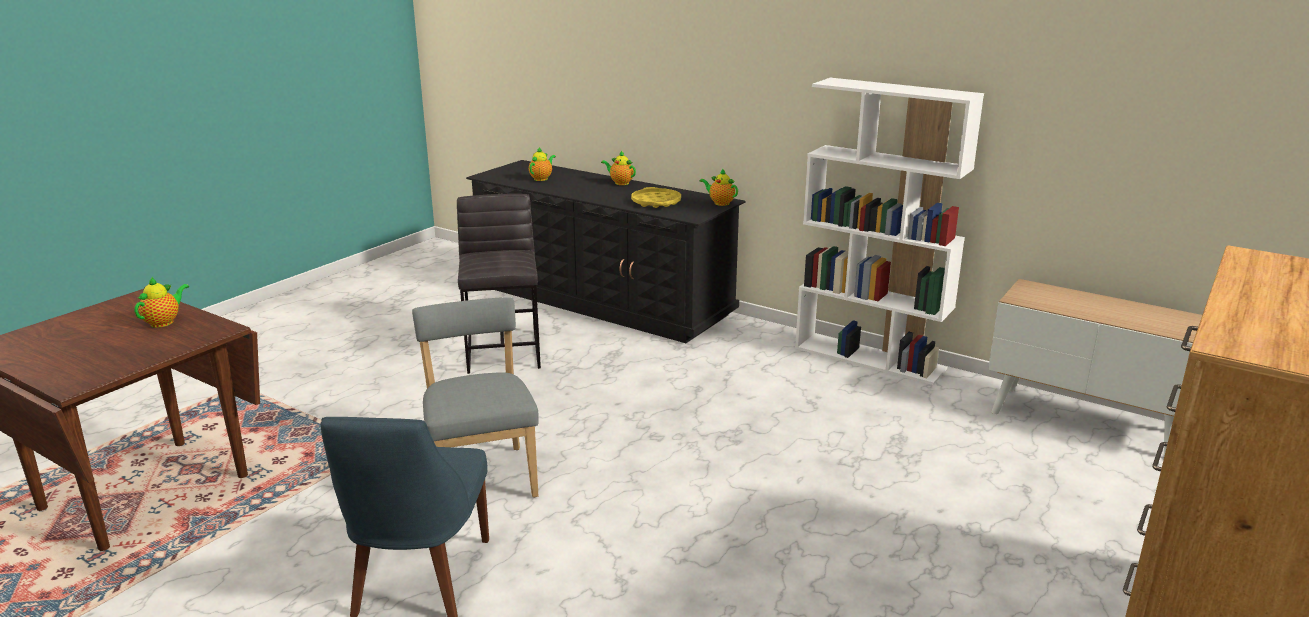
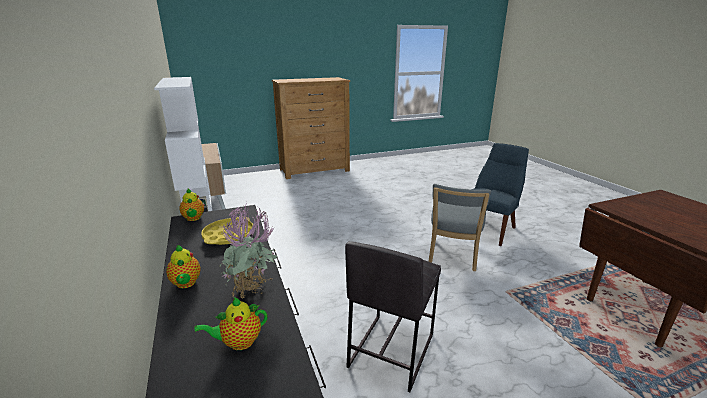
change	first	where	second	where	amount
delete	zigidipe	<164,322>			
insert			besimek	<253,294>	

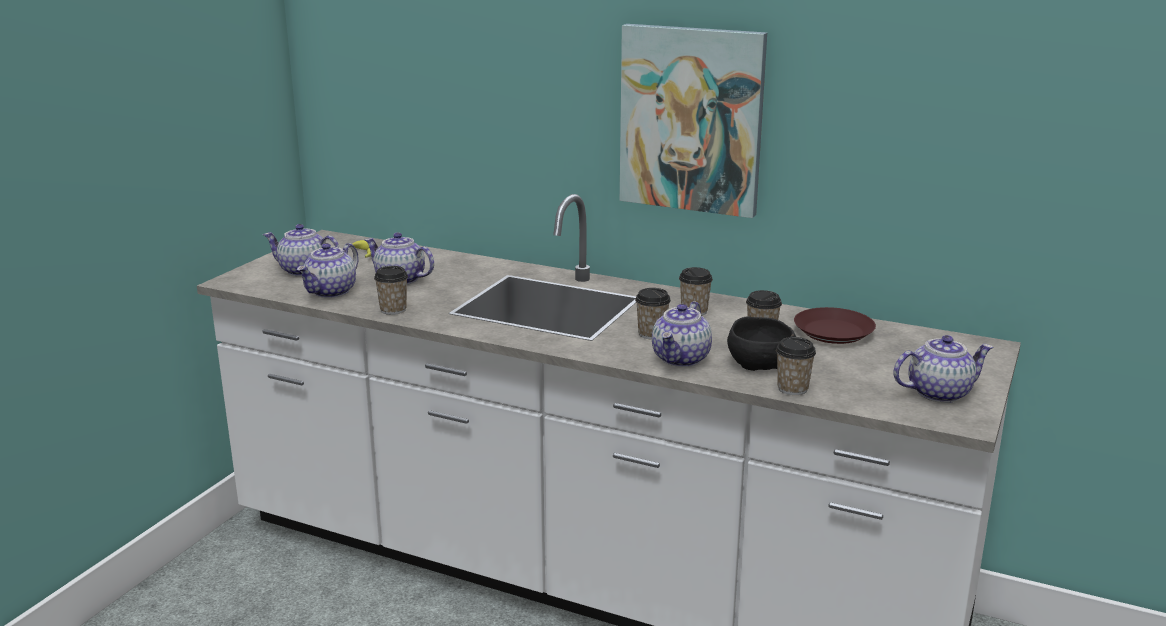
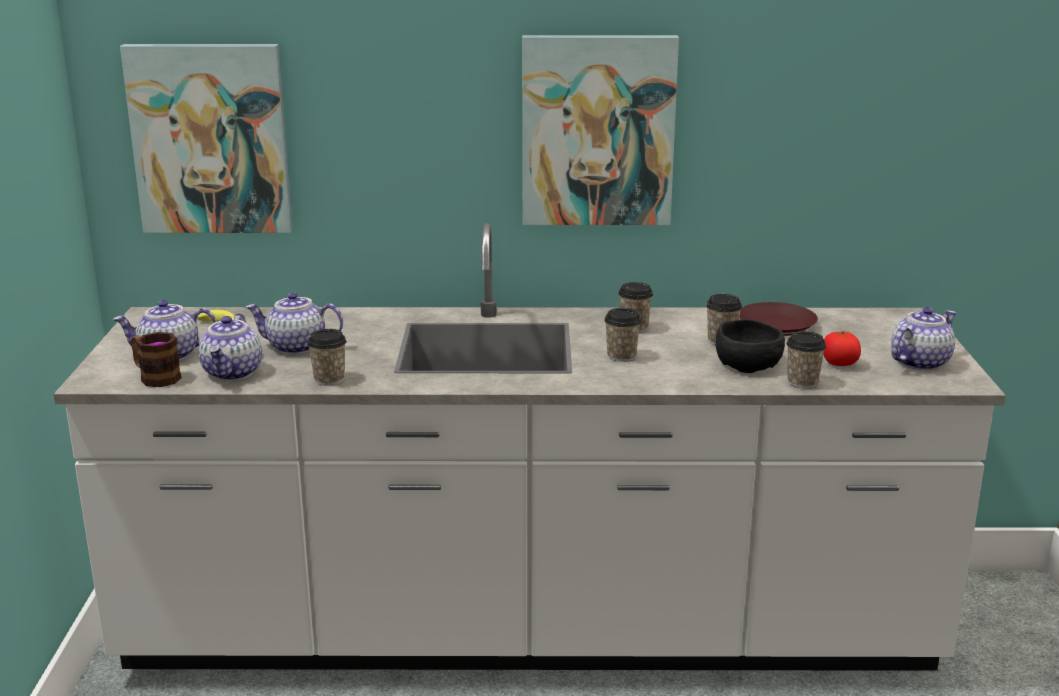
change	first	where	second	where	amount
delete	zigidipe	<681,359>			
insert			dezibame	<210,139>	
insert			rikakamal	<155,377>	
insert			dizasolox	<839,364>	

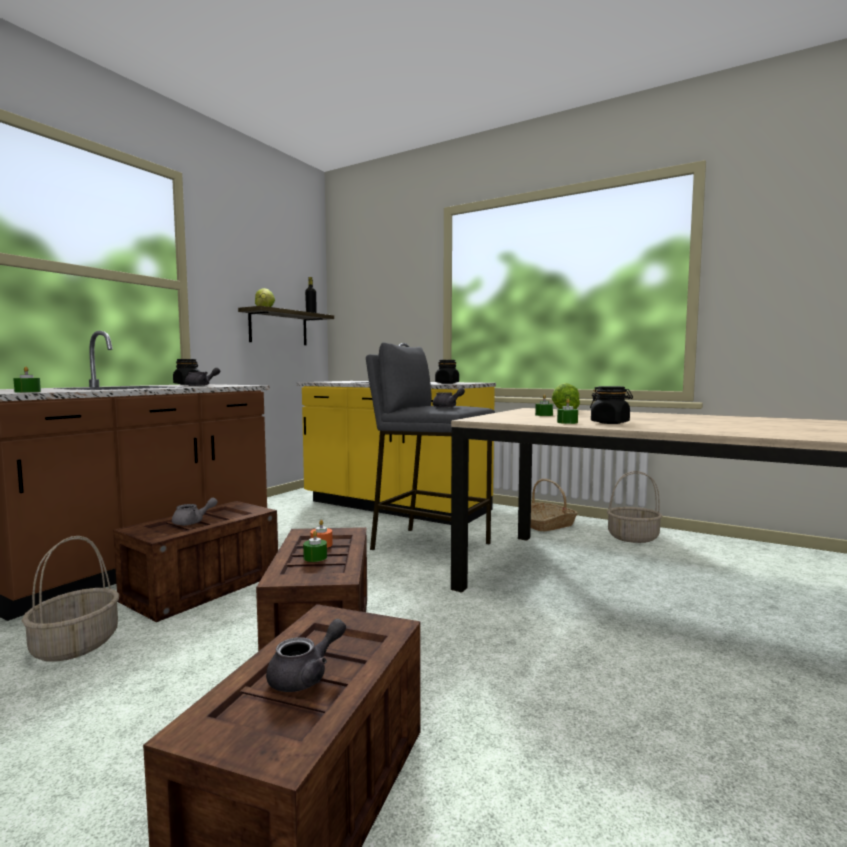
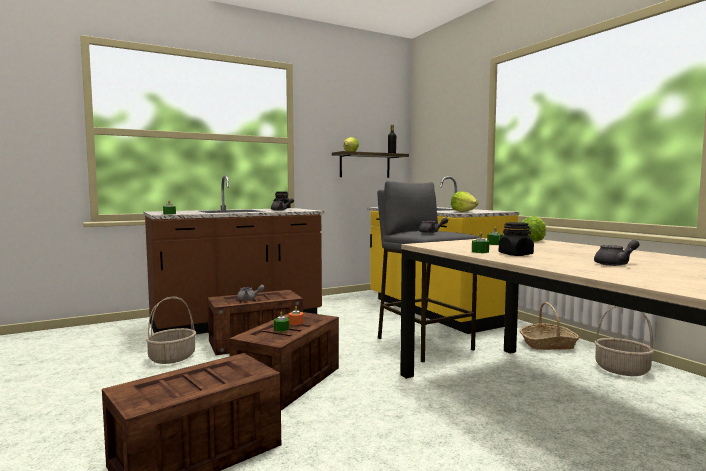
change	first	where	second	where	amount
move	grey_zigidipe	<306,676>		<616,264>	
replace	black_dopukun	<447,383>	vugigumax	<463,212>	

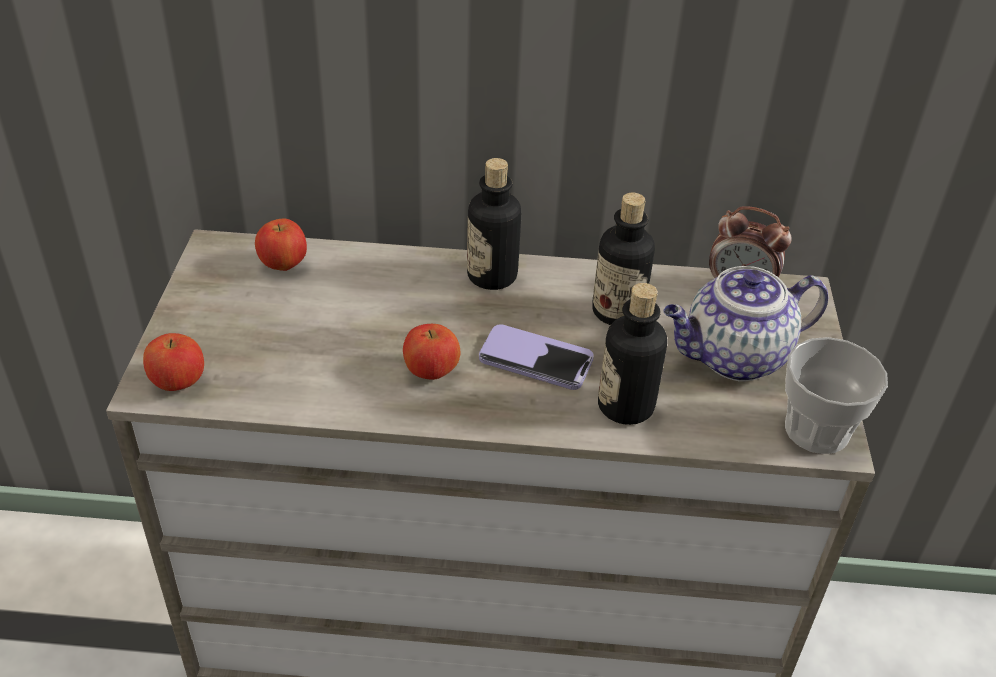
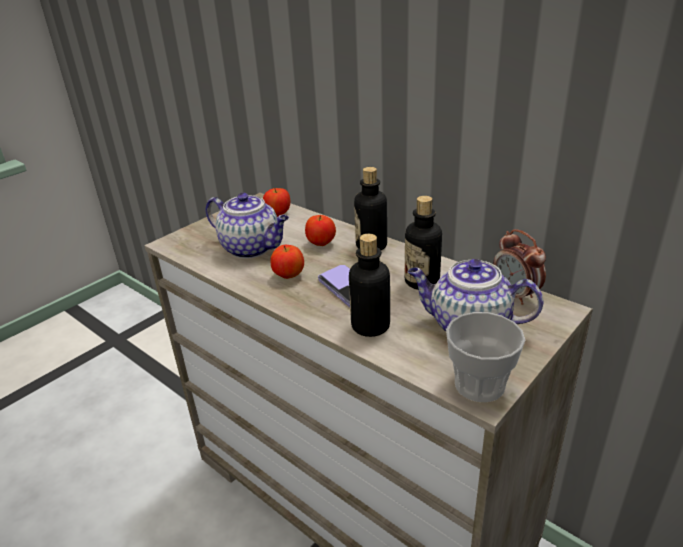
change	first	where	second	where	amount
move	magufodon	<178,383>		<321,244>	
insert			zigidipe	<252,248>	

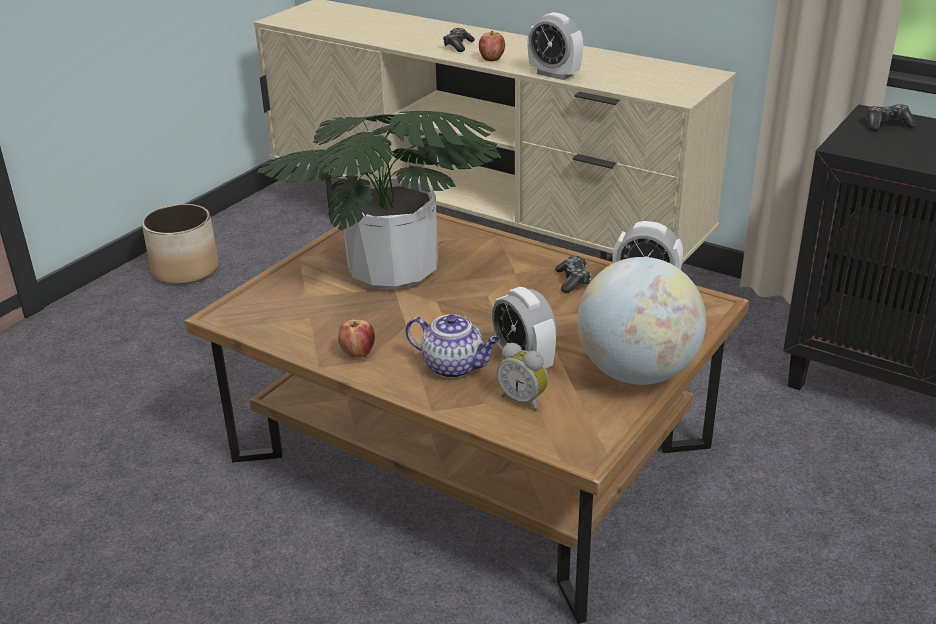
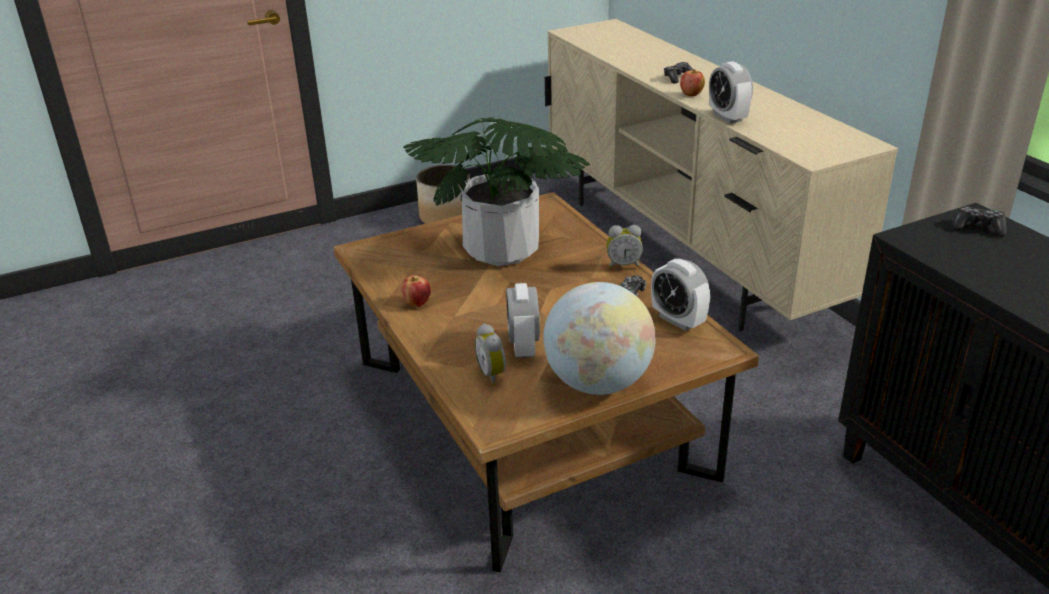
change	first	where	second	where	amount
delete	zigidipe	<454,366>			
insert			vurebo	<623,265>	

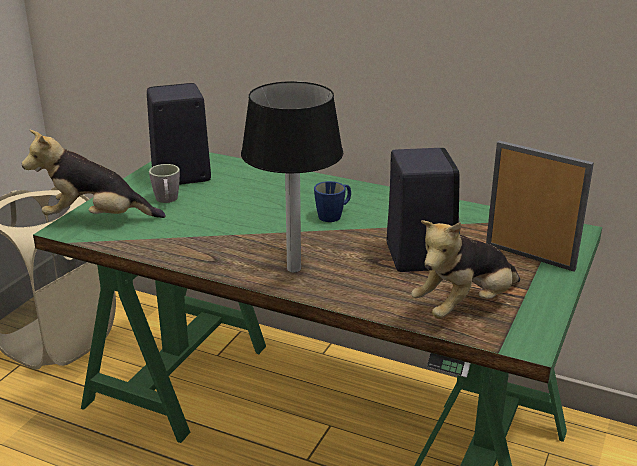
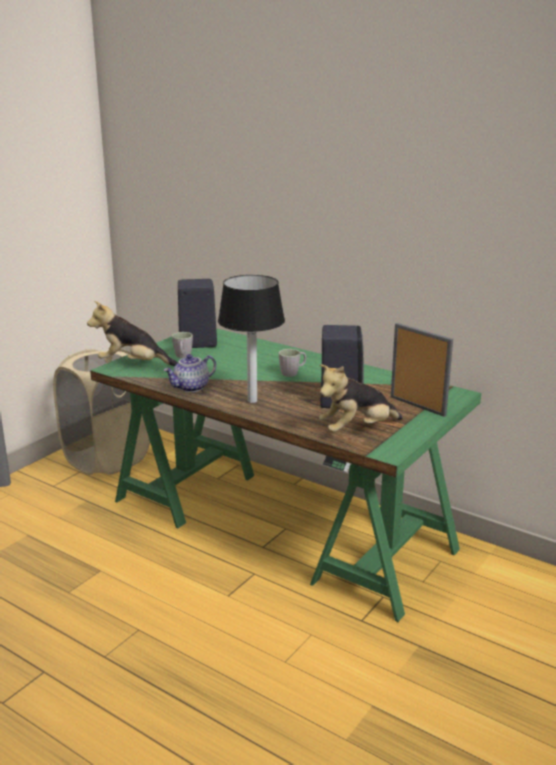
change	first	where	second	where	amount
recolor	blue_rikakamal	<334,215>	grey_rikakamal	<292,372>	
insert			zigidipe	<191,388>	

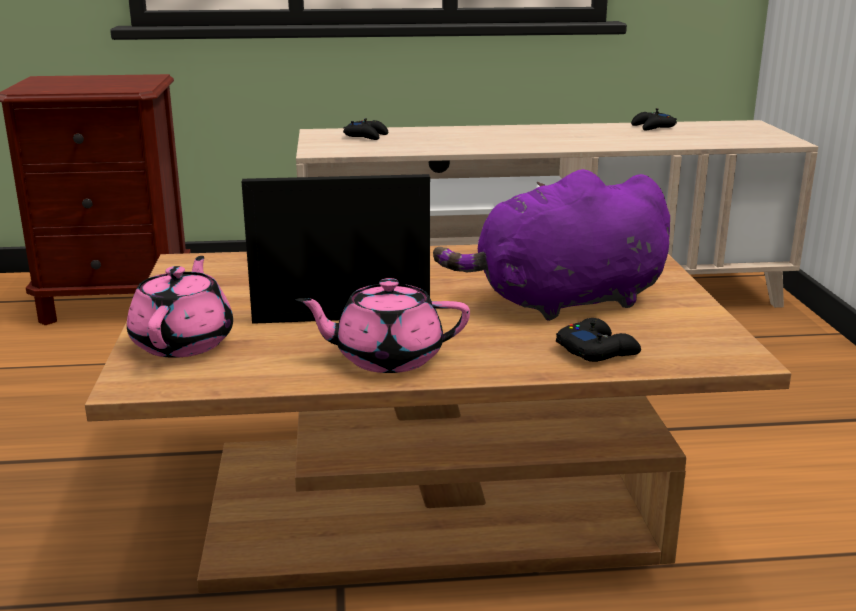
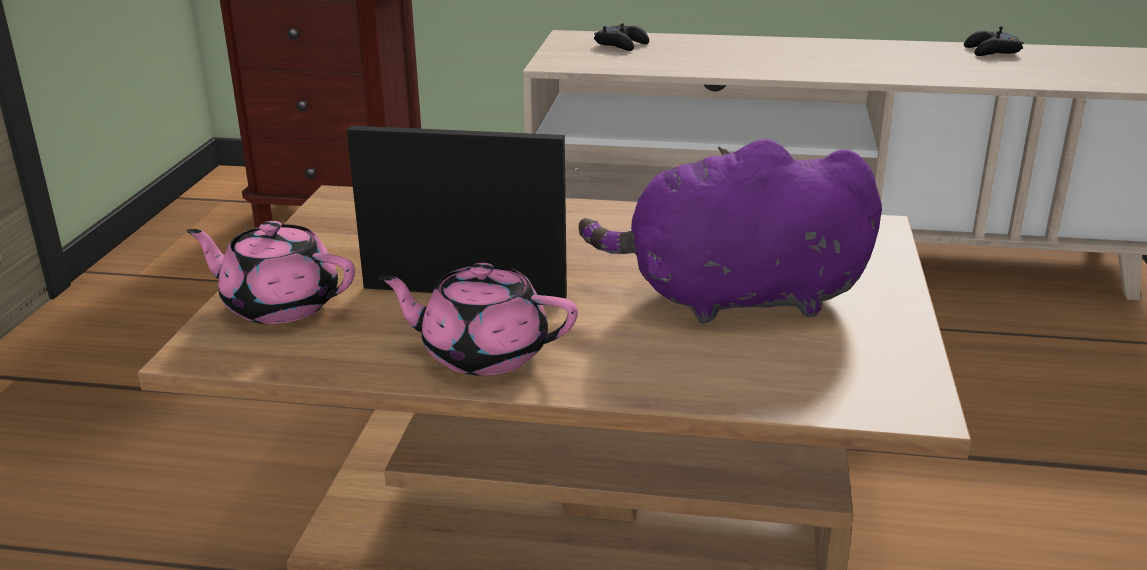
change	first	where	second	where	amount
rotate	pink_zigidipe	<184,342>		<279,305>	90 degrees counterclockwise
delete	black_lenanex	<597,350>			

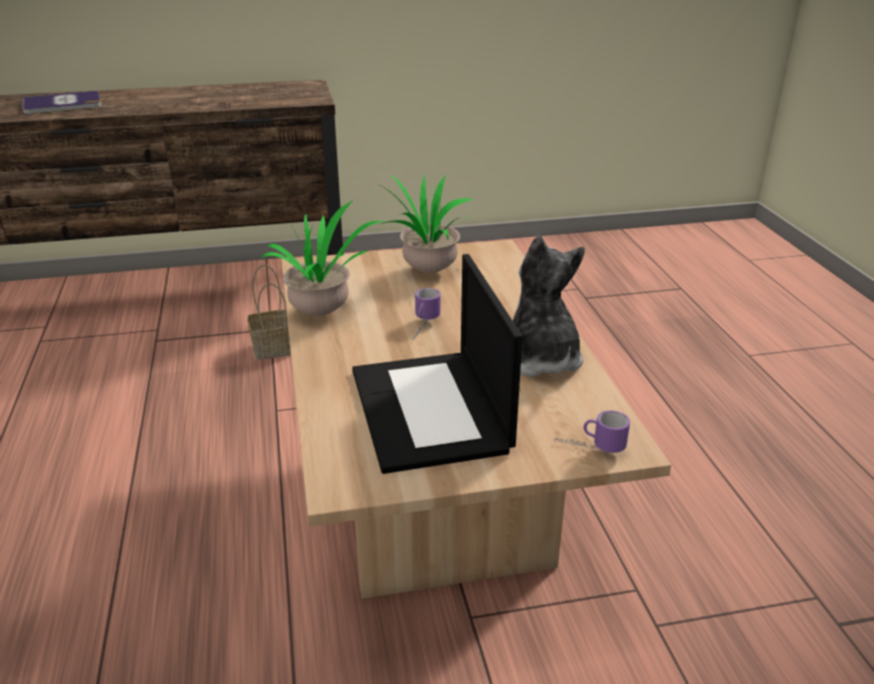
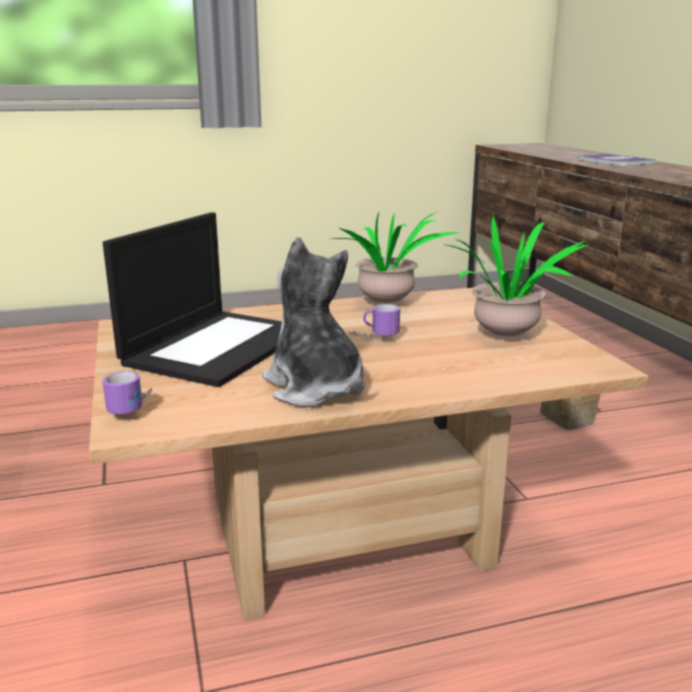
change	first	where	second	where	amount
rotate	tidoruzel	<431,411>		<218,346>	135 degrees clockwise
rotate	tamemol	<540,358>		<315,388>	105 degrees counterclockwise

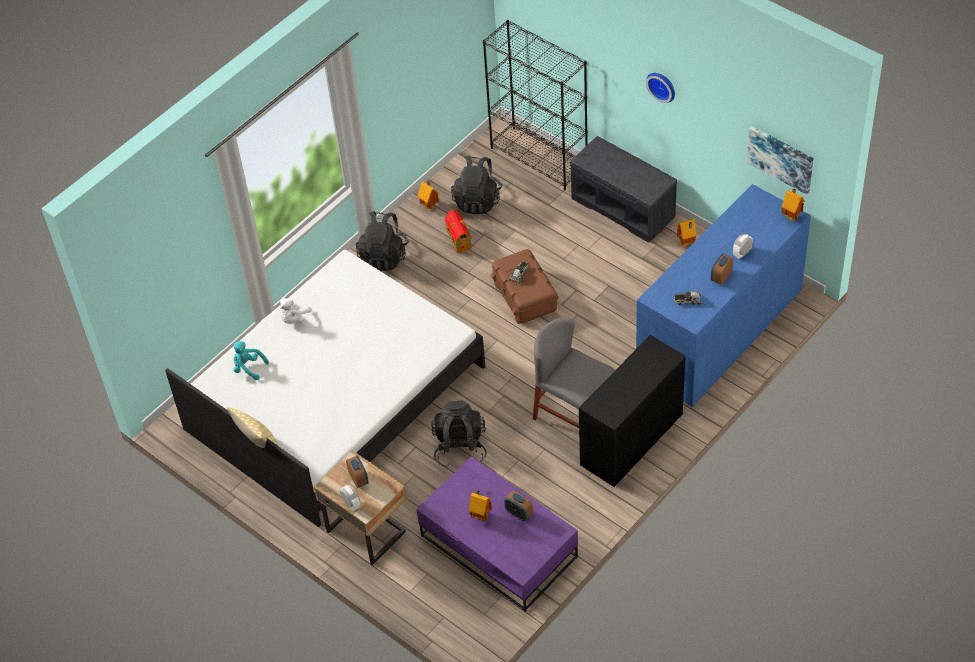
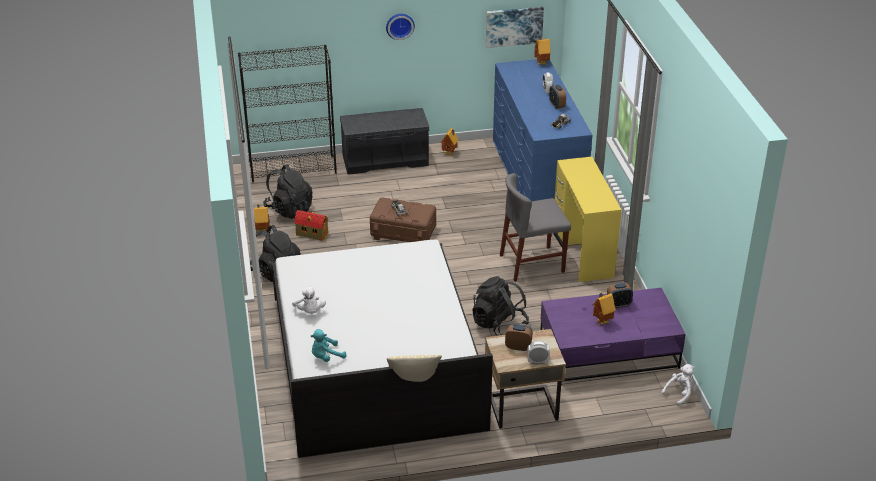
change	first	where	second	where	amount
recolor	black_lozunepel	<632,439>	yellow_lozunepel	<583,251>	
insert			white_tamemol	<679,393>	

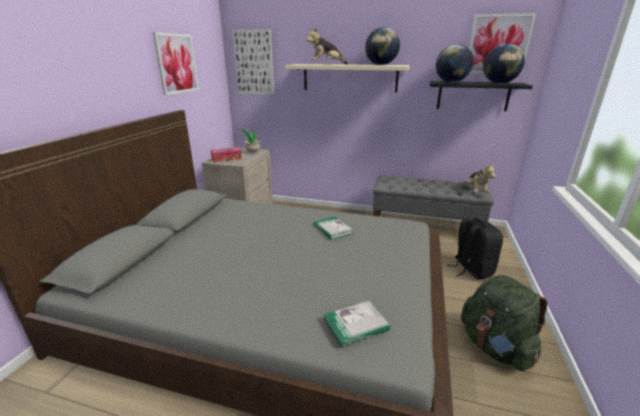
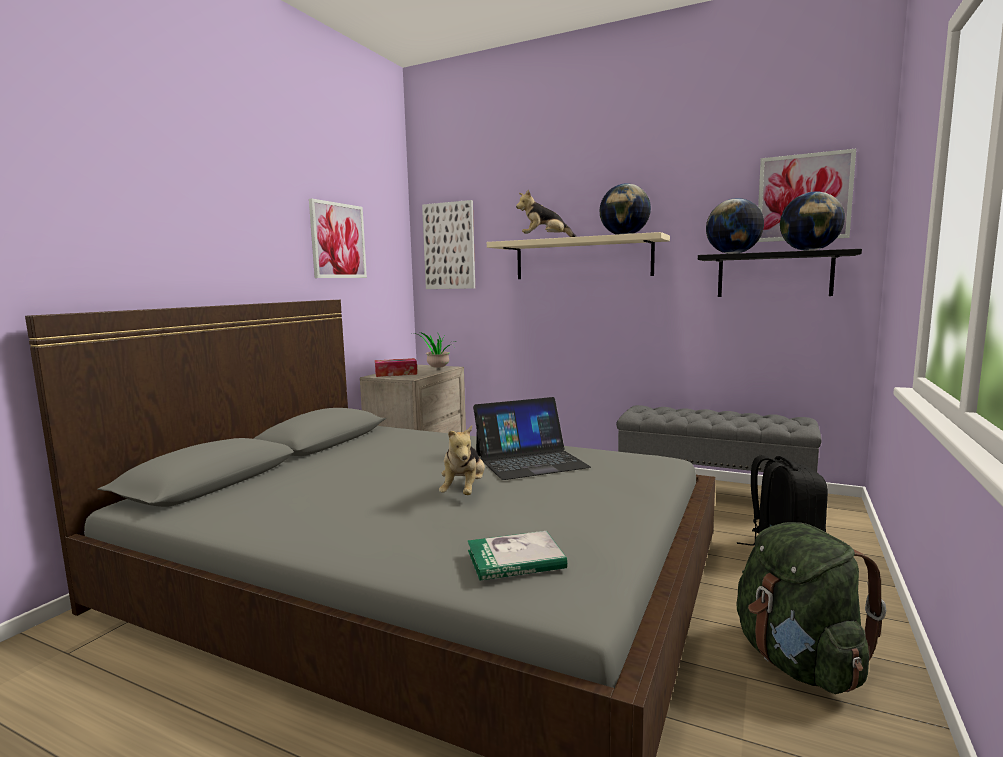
change	first	where	second	where	amount
replace	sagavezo	<332,229>	tidoruzel	<530,461>	
move	tamemol	<475,191>		<464,492>	

